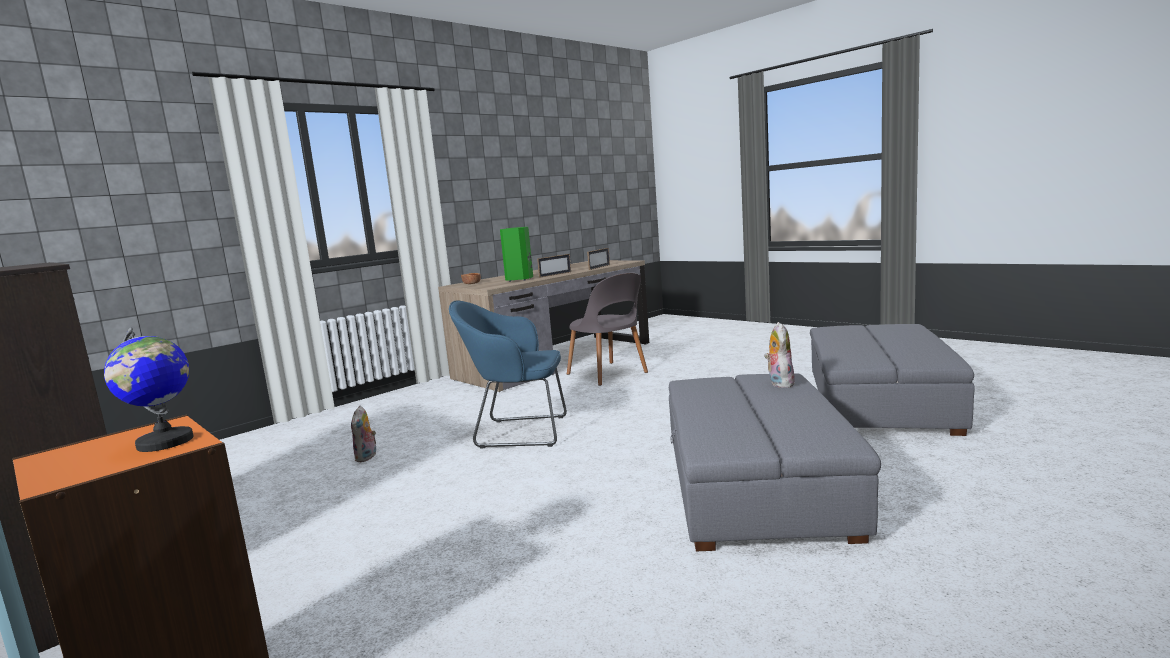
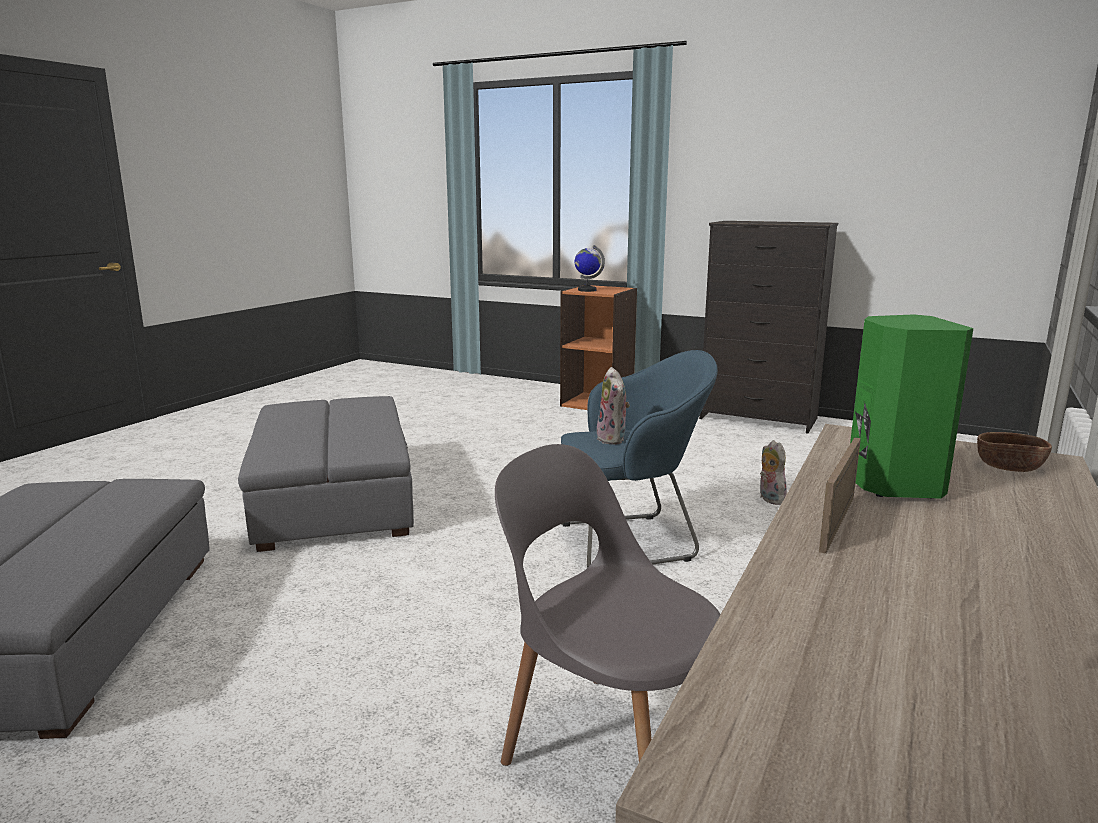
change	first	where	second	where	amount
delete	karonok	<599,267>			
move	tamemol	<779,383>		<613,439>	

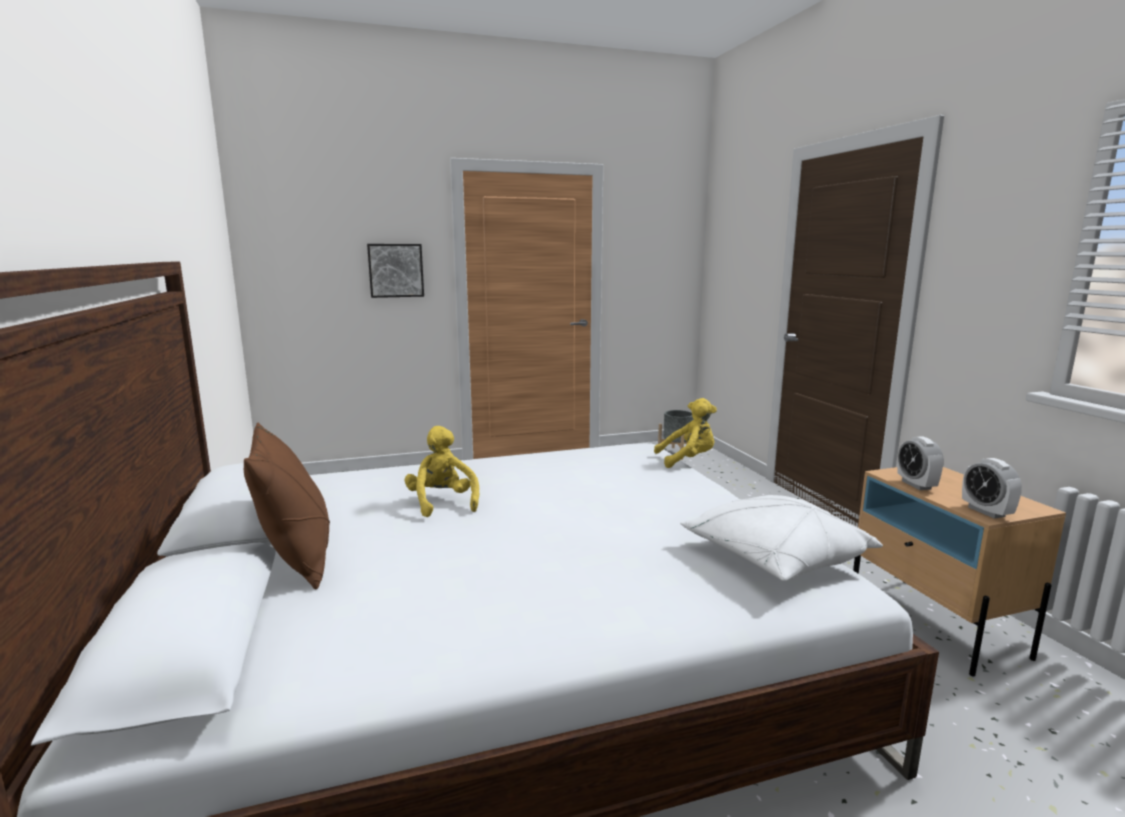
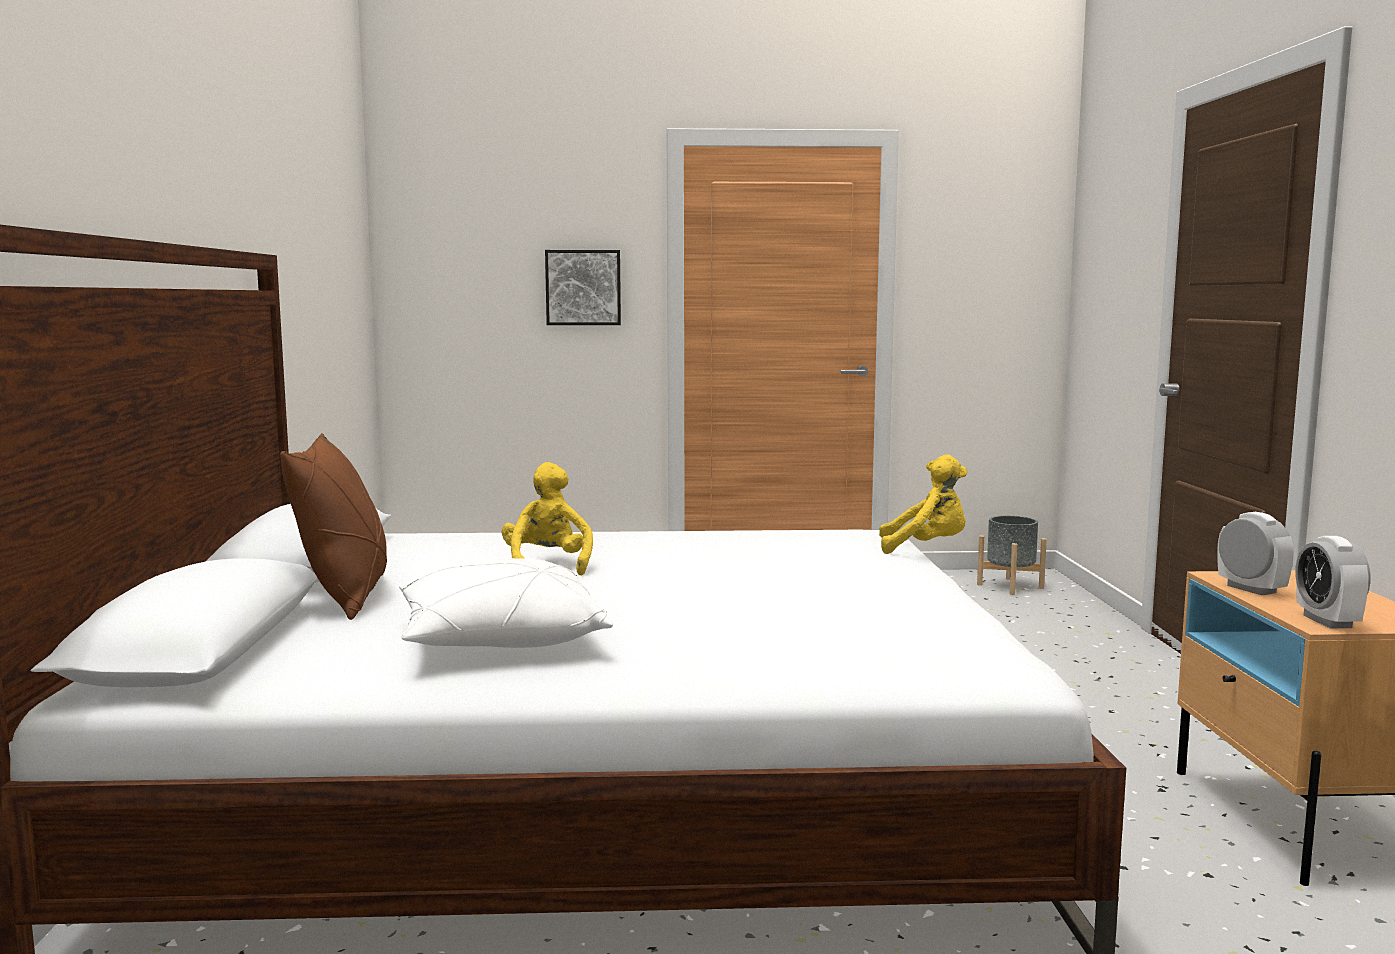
change	first	where	second	where	amount
move	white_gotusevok	<774,558>		<499,641>	
rotate	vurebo	<916,485>		<1251,589>	150 degrees clockwise

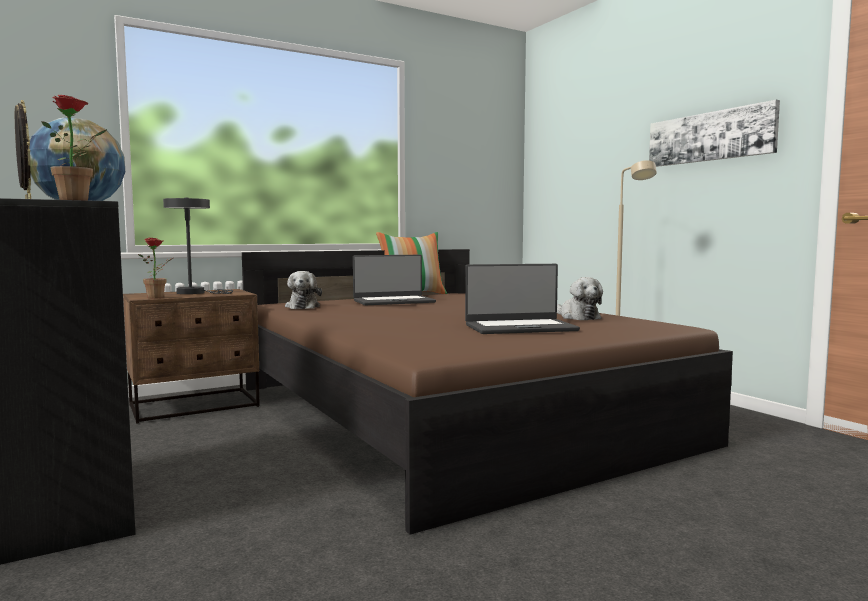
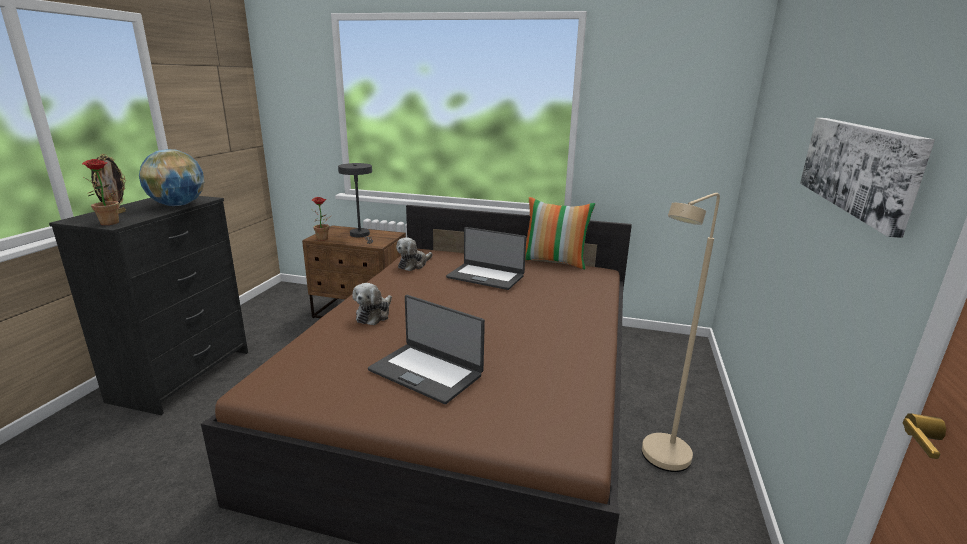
change	first	where	second	where	amount
move	tamemol	<577,317>		<374,315>	

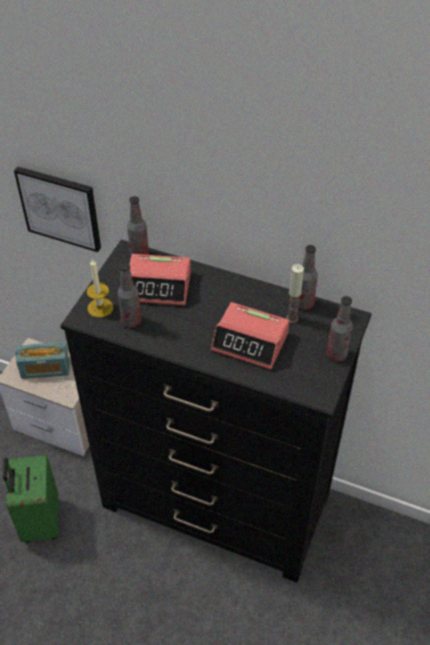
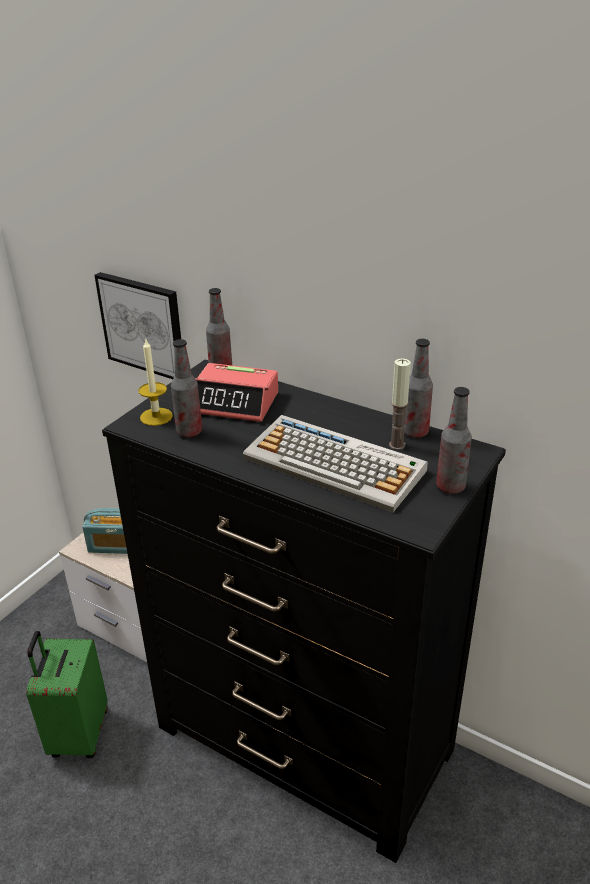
change	first	where	second	where	amount
replace	vurebo	<250,342>	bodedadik	<336,464>	

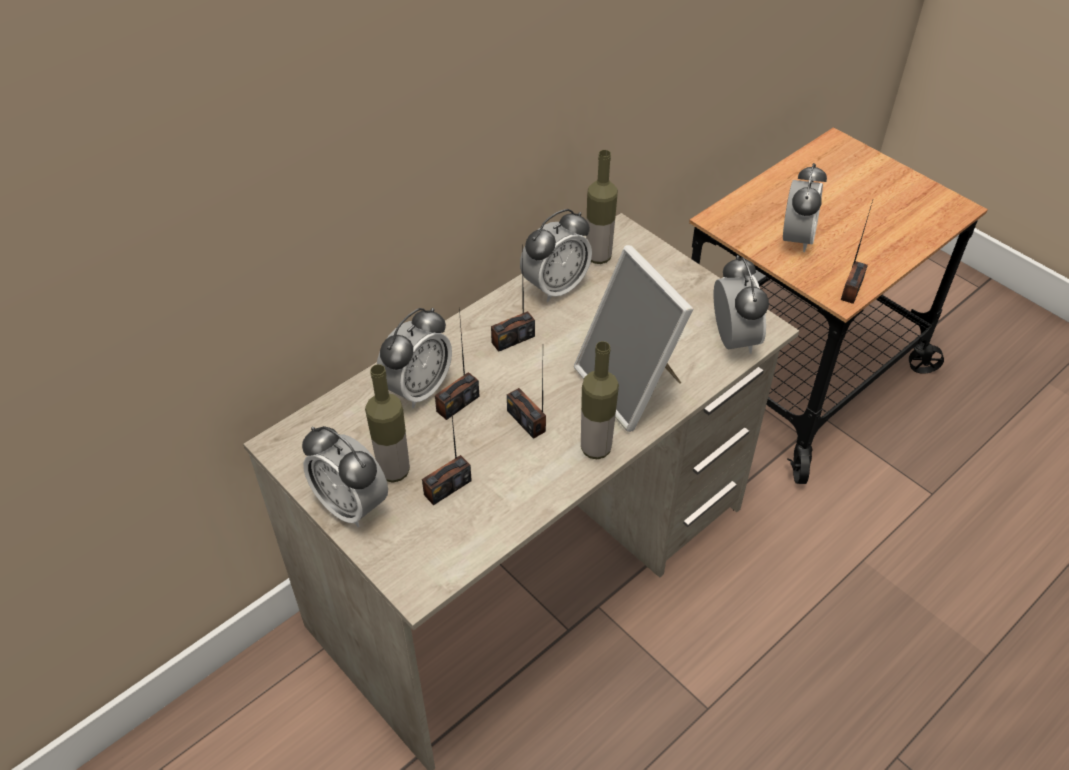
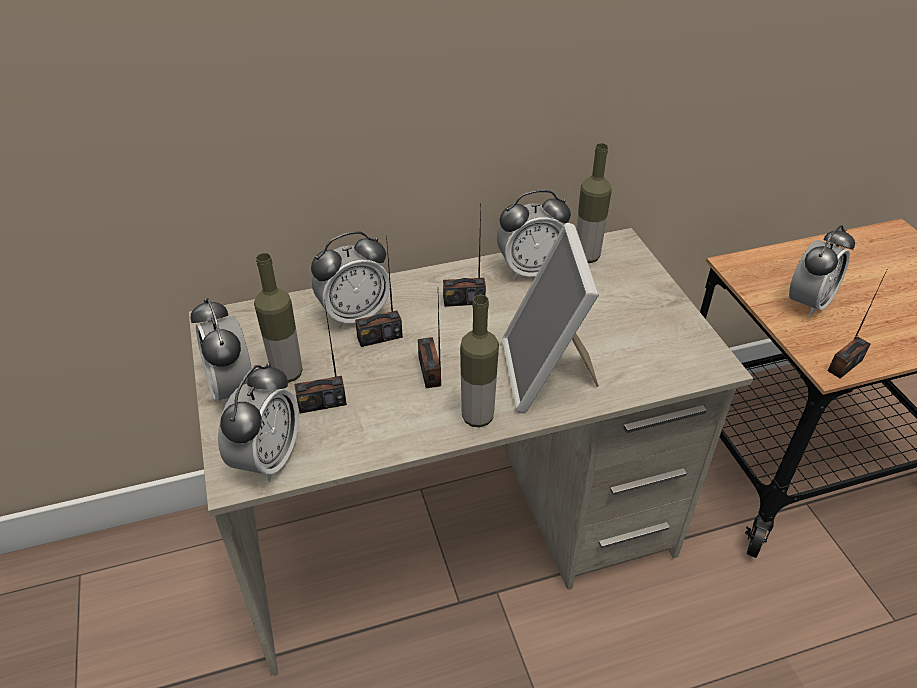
change	first	where	second	where	amount
move	vurebo	<733,339>		<268,459>	

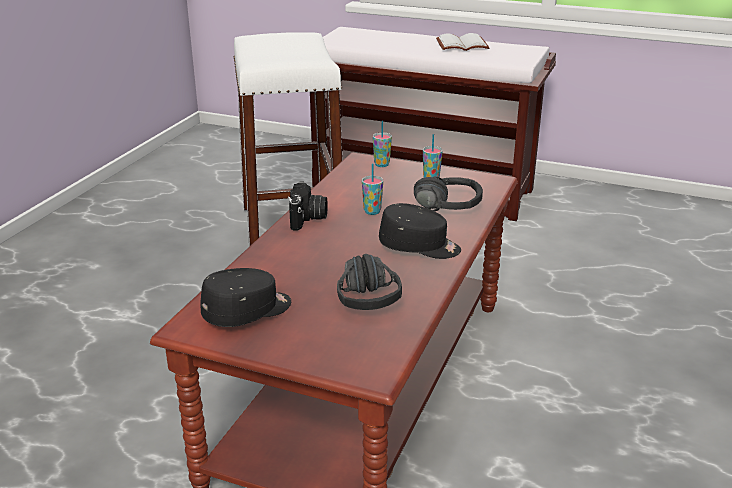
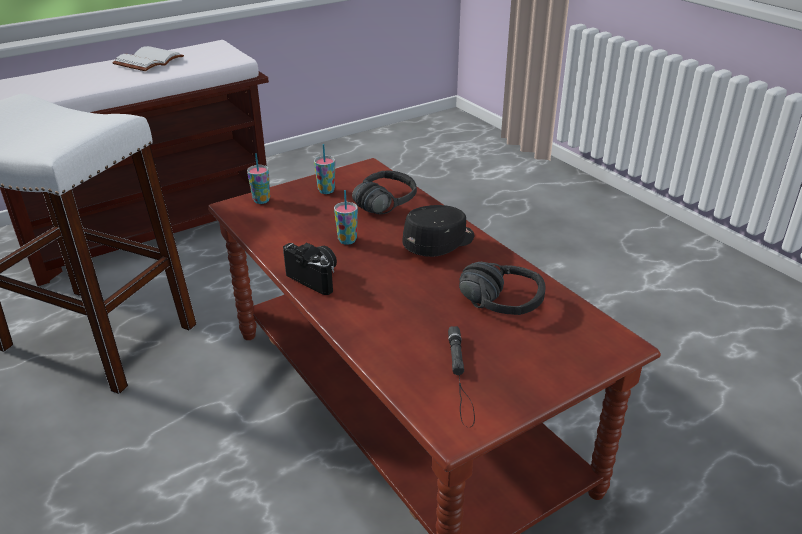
change	first	where	second	where	amount
replace	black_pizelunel	<248,312>	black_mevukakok	<460,378>	

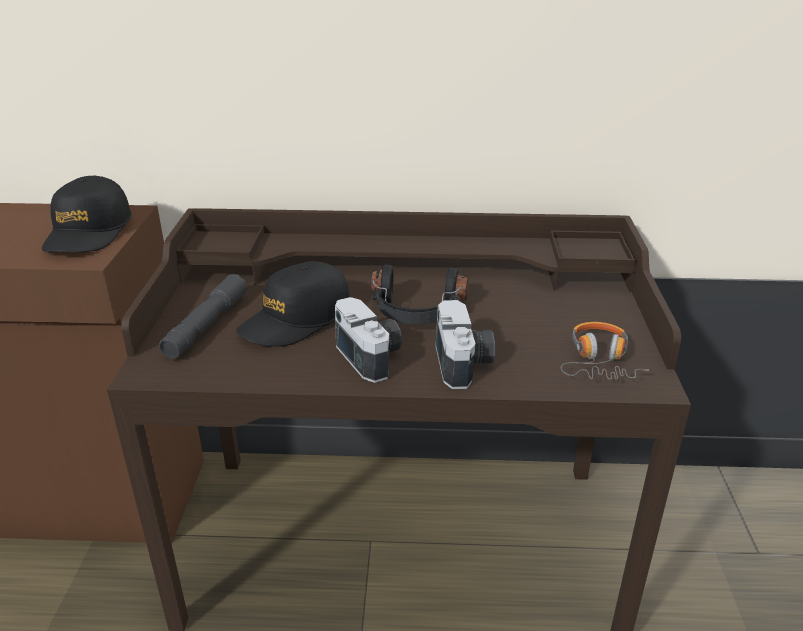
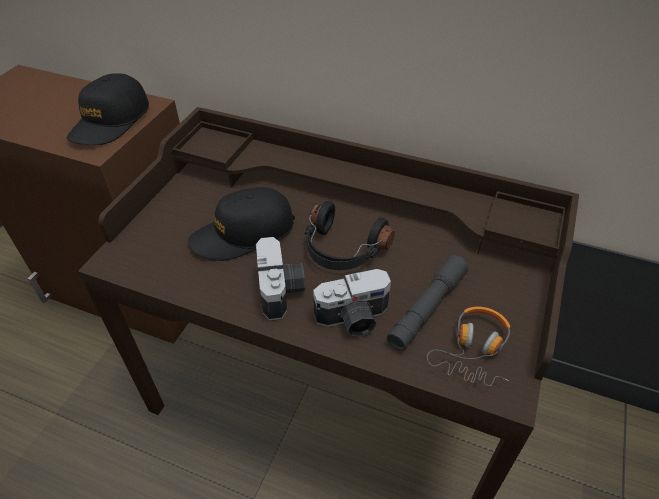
change	first	where	second	where	amount
move	grey_mevukakok	<206,325>		<427,308>	
rotate	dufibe	<465,363>		<354,319>	60 degrees clockwise

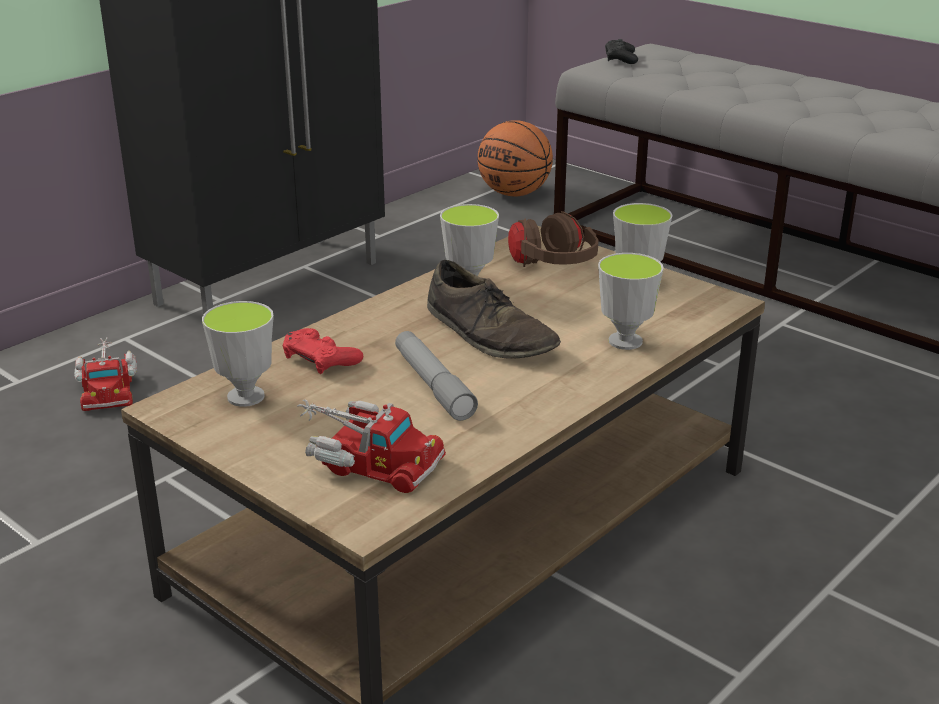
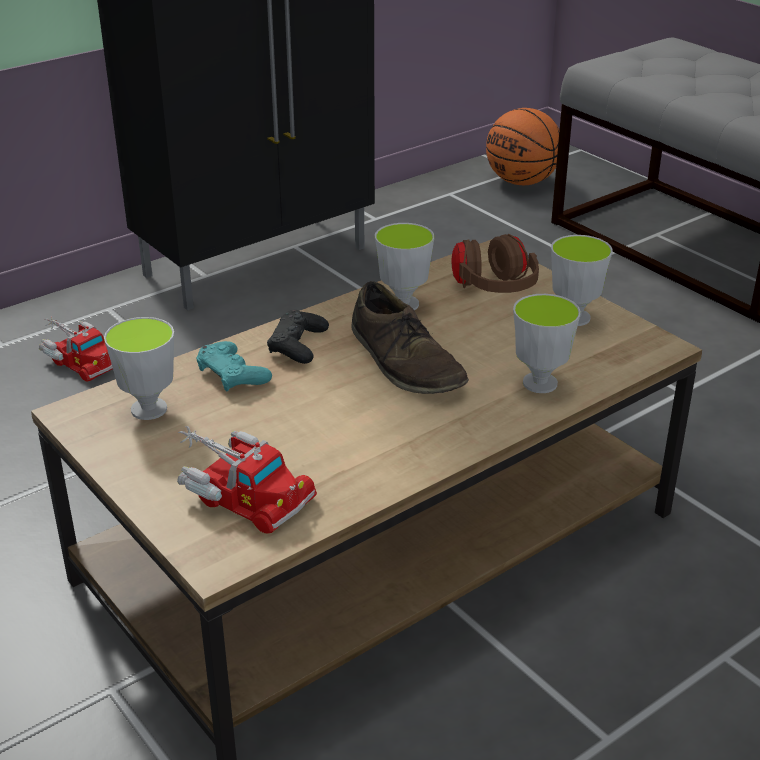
change	first	where	second	where	amount
rotate	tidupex	<107,387>		<80,358>	45 degrees counterclockwise
recolor	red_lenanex	<321,359>	turquoise_lenanex	<232,374>	
delete	grey_mevukakok	<433,385>			
move	black_lenanex	<620,58>		<298,345>	

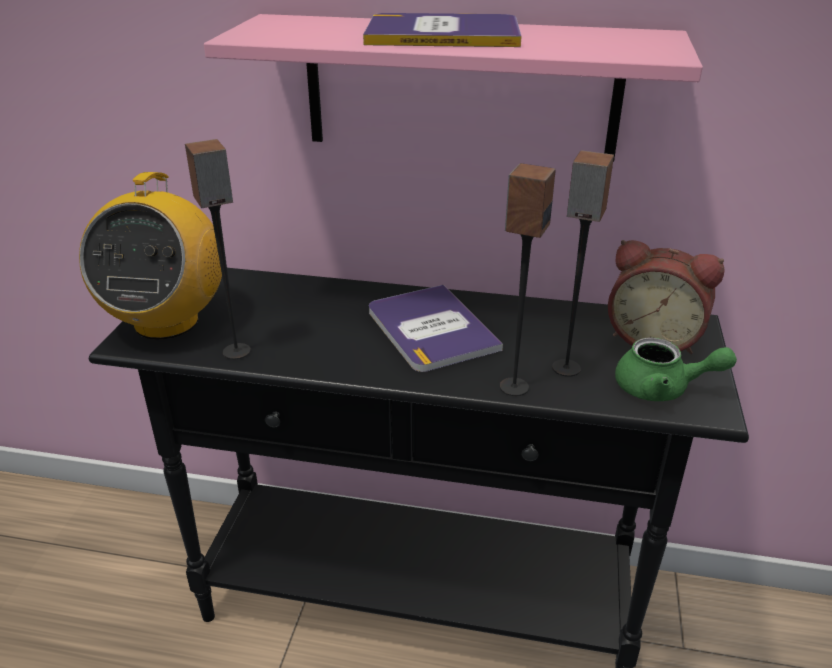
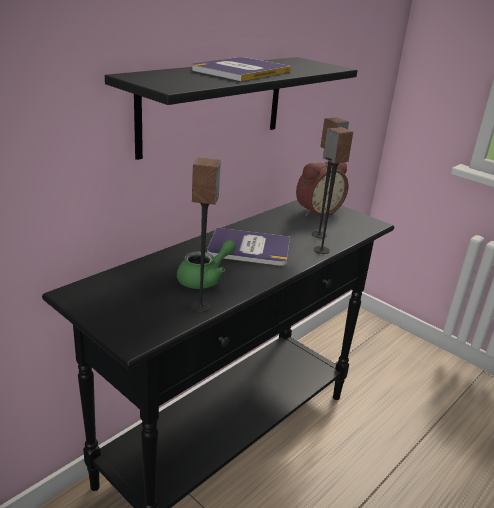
change	first	where	second	where	amount
delete	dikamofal	<166,321>			
recolor	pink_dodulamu	<460,88>	black_dodulamu	<213,104>	
move	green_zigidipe	<662,389>		<205,279>	

